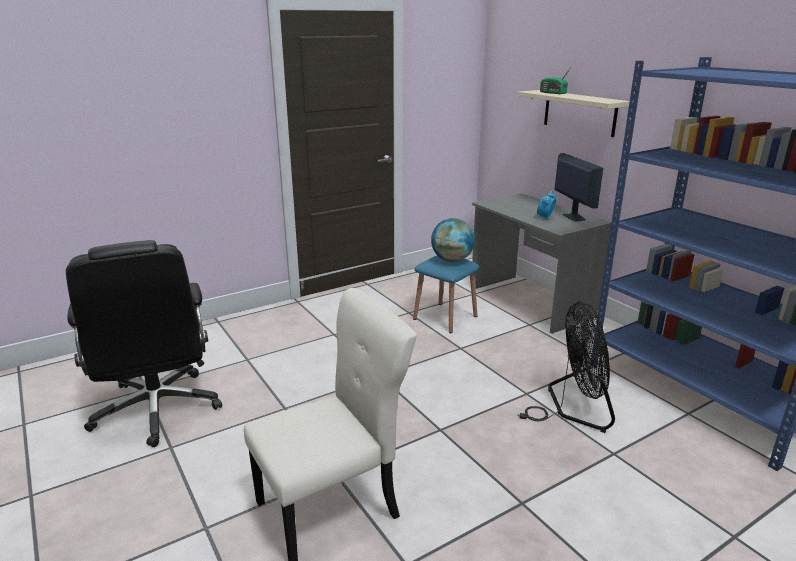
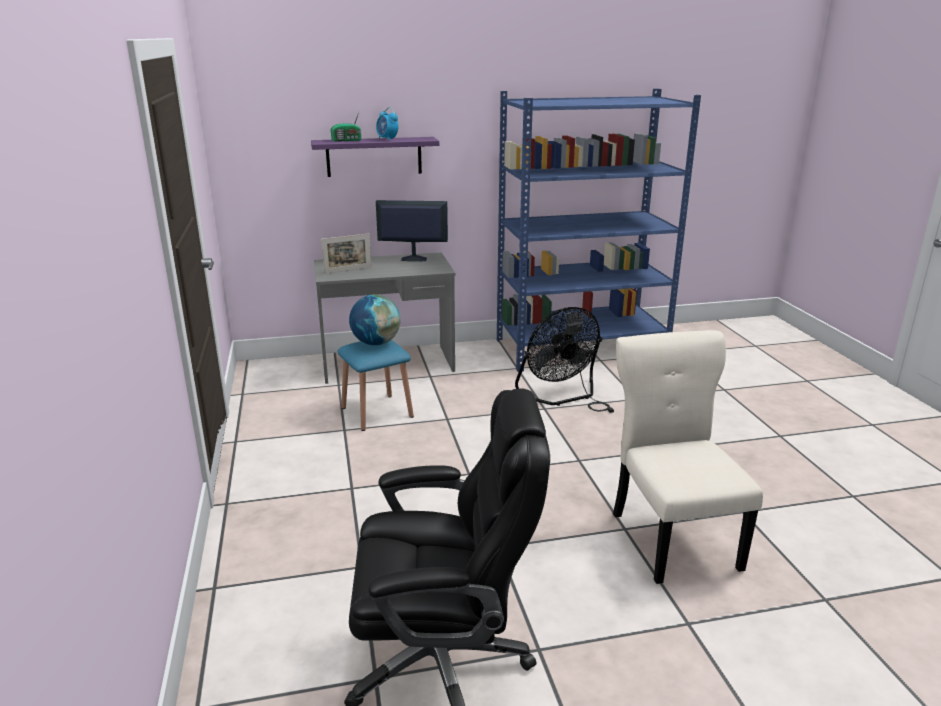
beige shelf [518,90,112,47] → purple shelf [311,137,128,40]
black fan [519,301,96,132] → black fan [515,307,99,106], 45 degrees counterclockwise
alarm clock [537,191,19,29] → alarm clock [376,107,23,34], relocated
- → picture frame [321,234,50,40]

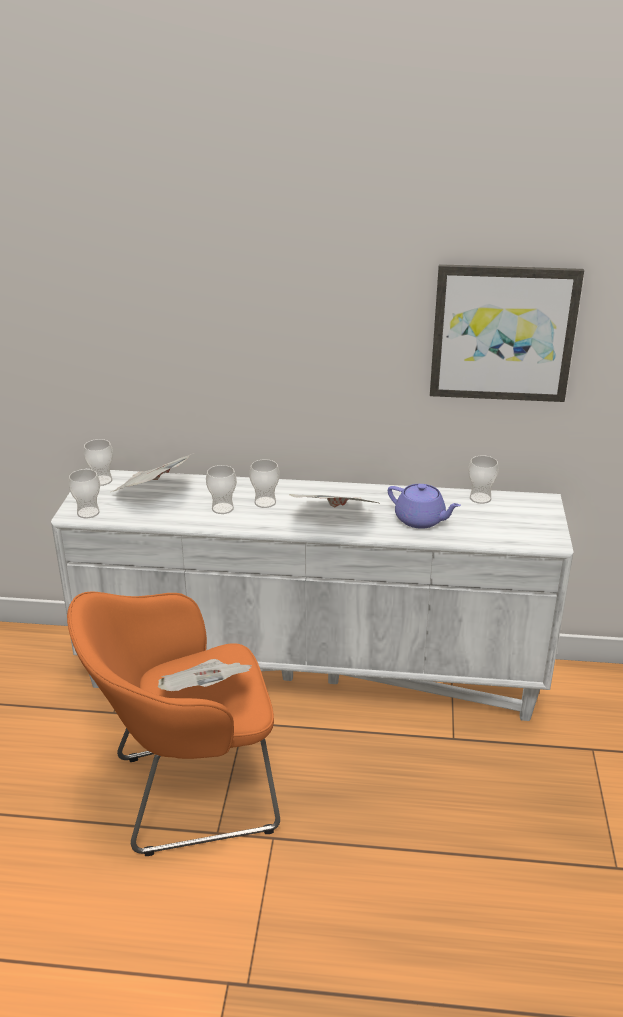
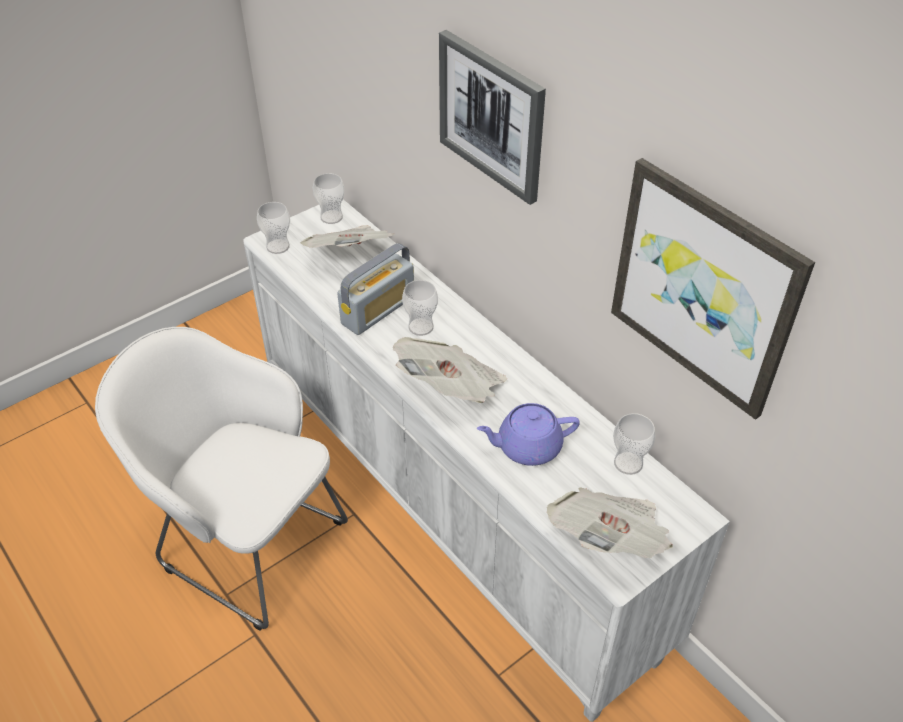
orange armchair [67,591,213,265] → white armchair [95,327,253,304]
newspaper [158,659,94,32] → newspaper [547,487,126,71], relocated
cup [206,465,31,49] → radio [337,243,77,92]
purple teapot [388,484,73,45] → purple teapot [477,403,103,63], 90 degrees clockwise
- → picture [439,30,107,175]

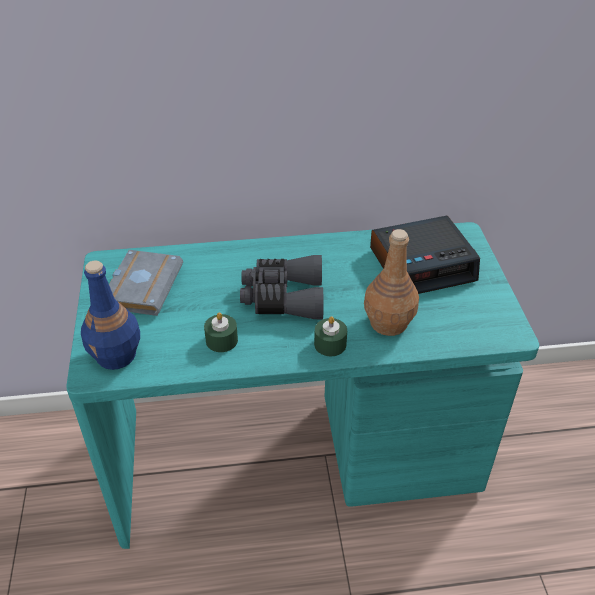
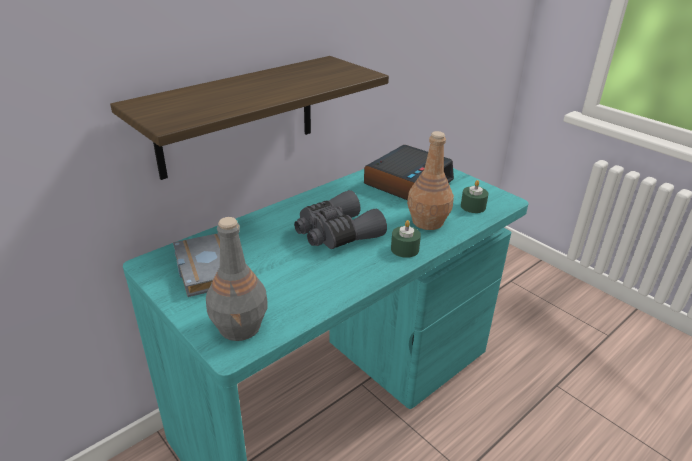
blue bottle [81,261,59,109] → grey bottle [206,217,62,124]
green candle [204,312,34,40] → green candle [461,180,28,33], relocated
- → shelf [110,56,279,124]

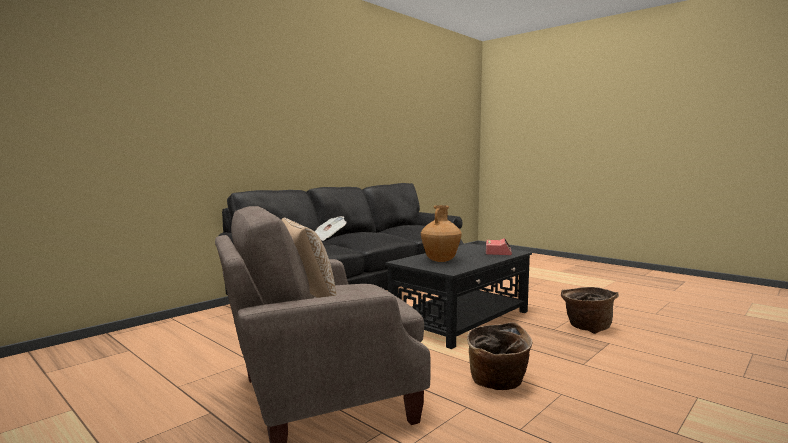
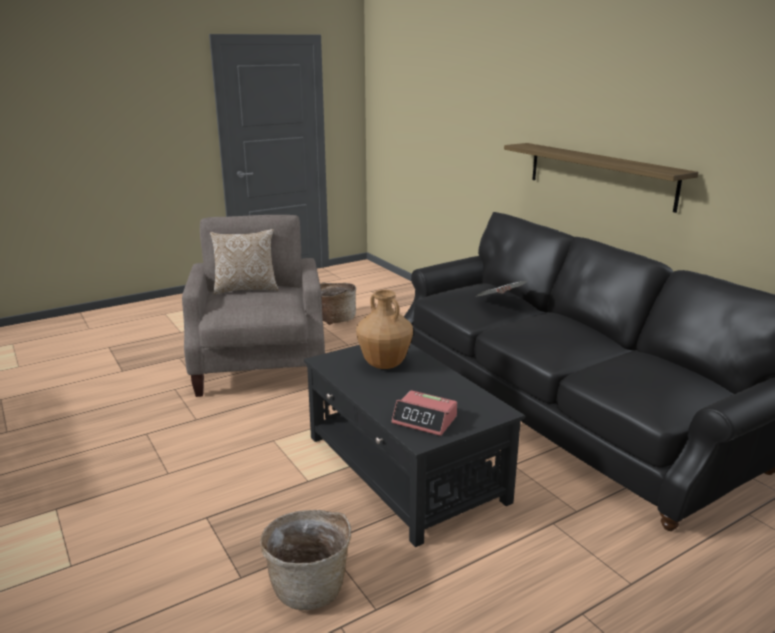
basket [467,322,65,68] → basket [320,283,36,42], relocated
- → shelf [504,143,194,70]

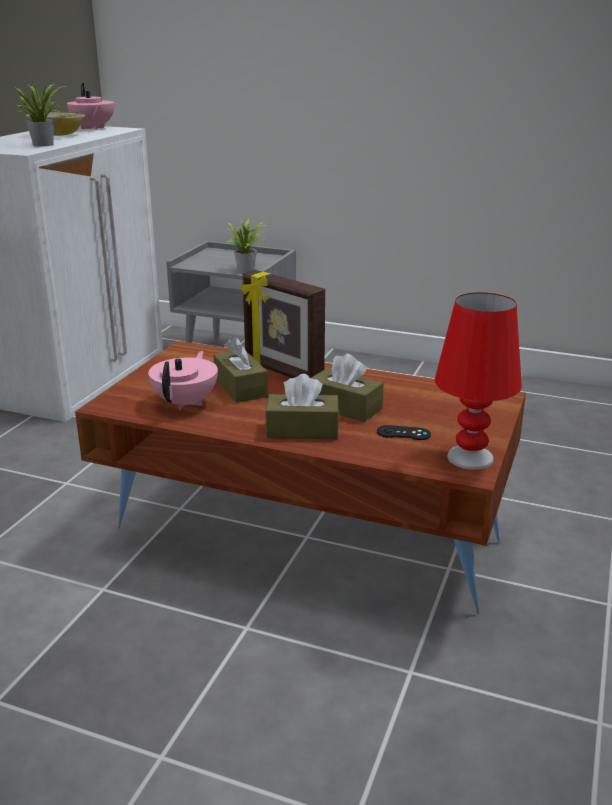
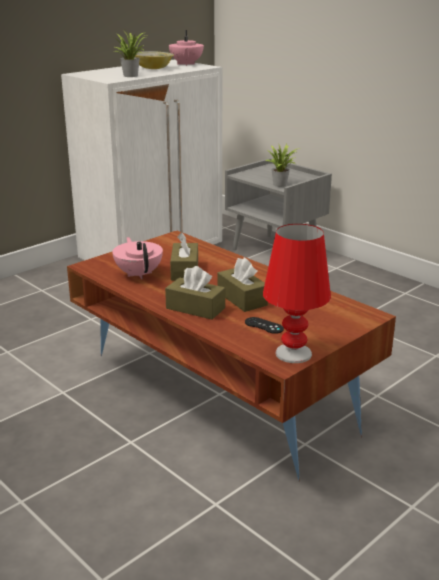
pink teapot [148,351,70,59] → pink teapot [112,237,51,42], 60 degrees counterclockwise
picture frame [241,270,84,108] → -

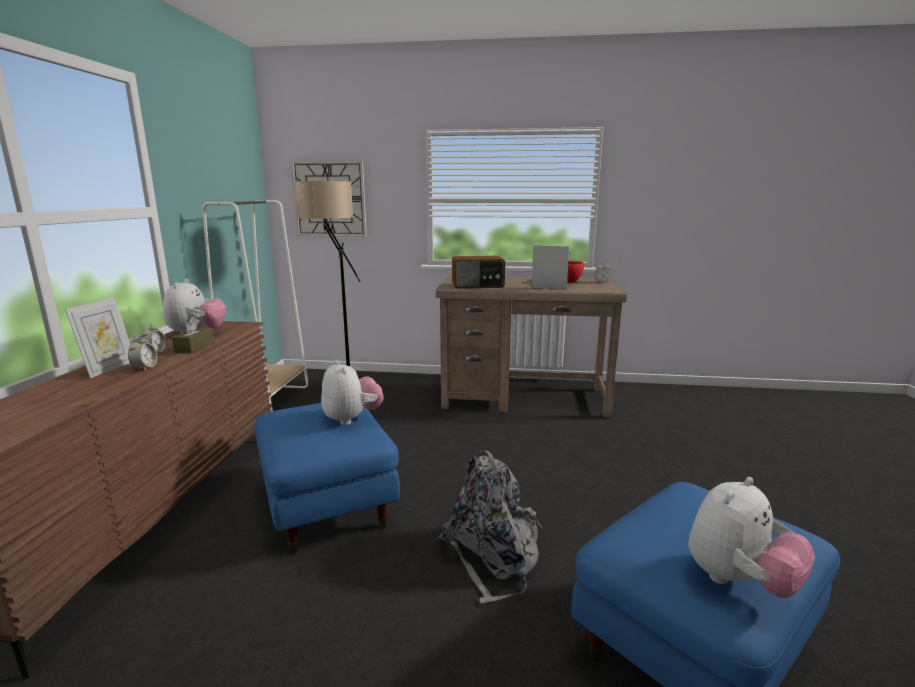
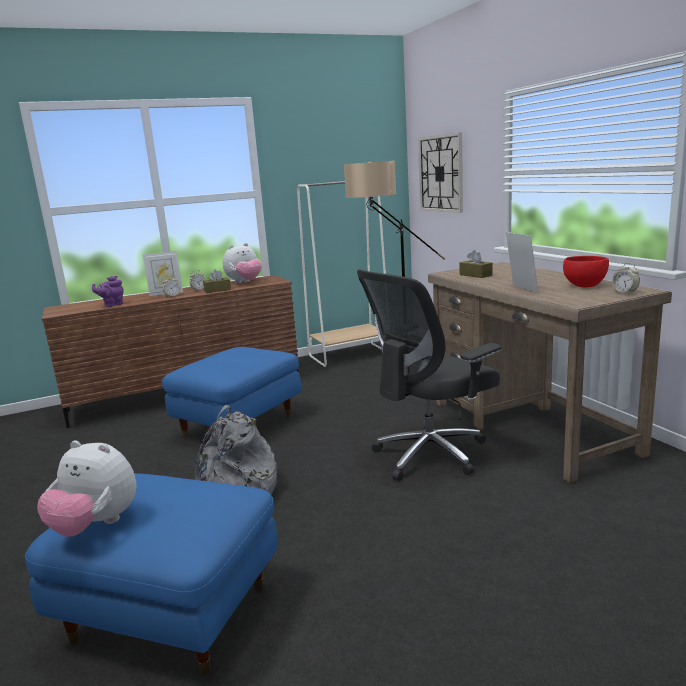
plush toy [321,360,63,65] → -
radio [452,256,53,33] → brown tissue box [460,250,33,28]
- → purple teapot [92,276,31,31]
- → office chair [357,269,145,212]

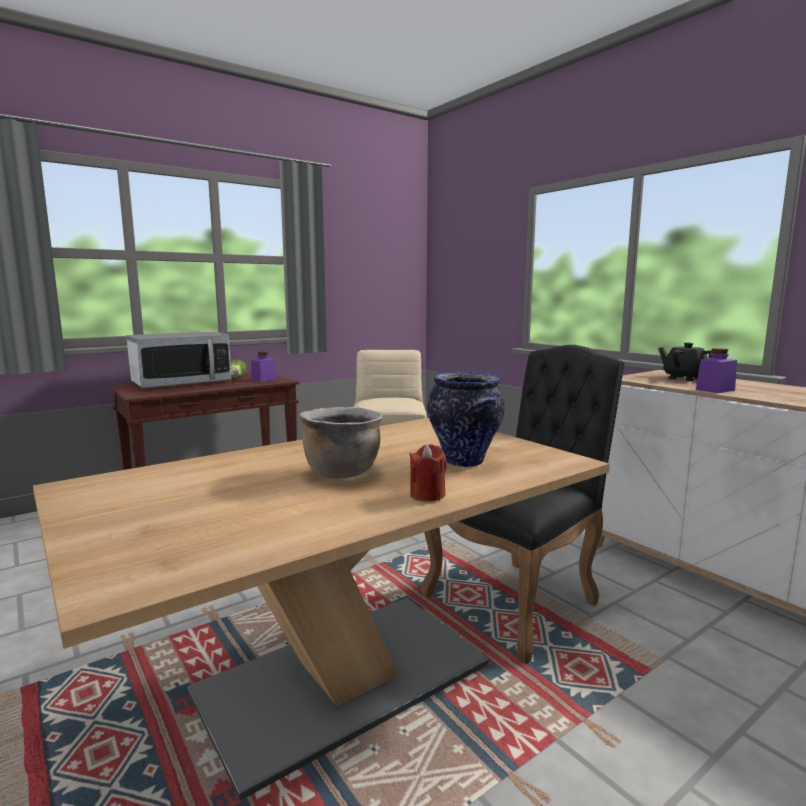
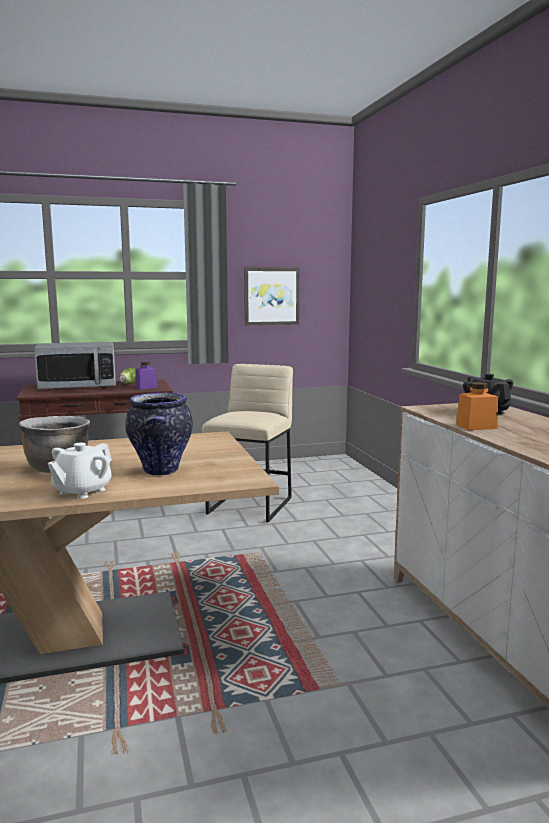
red candle [409,444,37,57] → white teapot [48,443,64,56]
black chair [421,345,204,319] → -
purple jar [696,348,41,45] → orange jar [456,382,42,48]
- → picture [244,267,56,58]

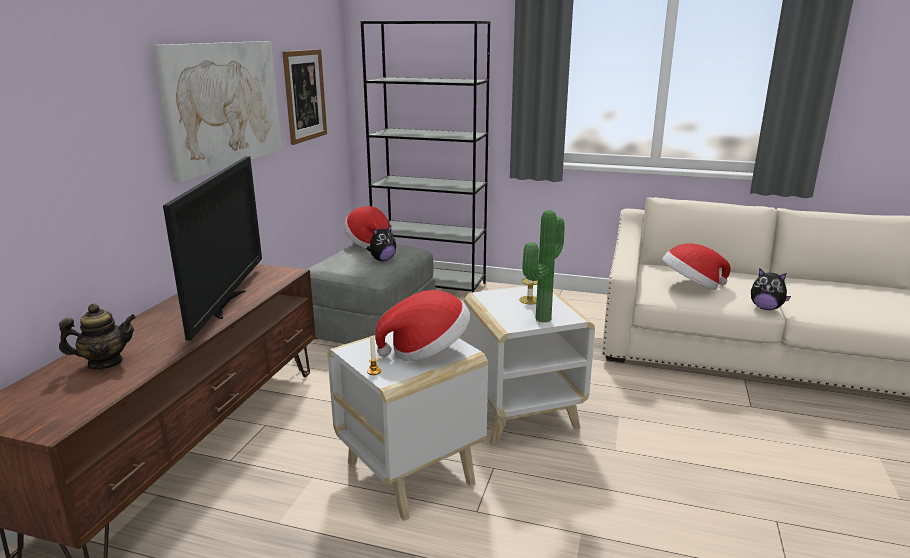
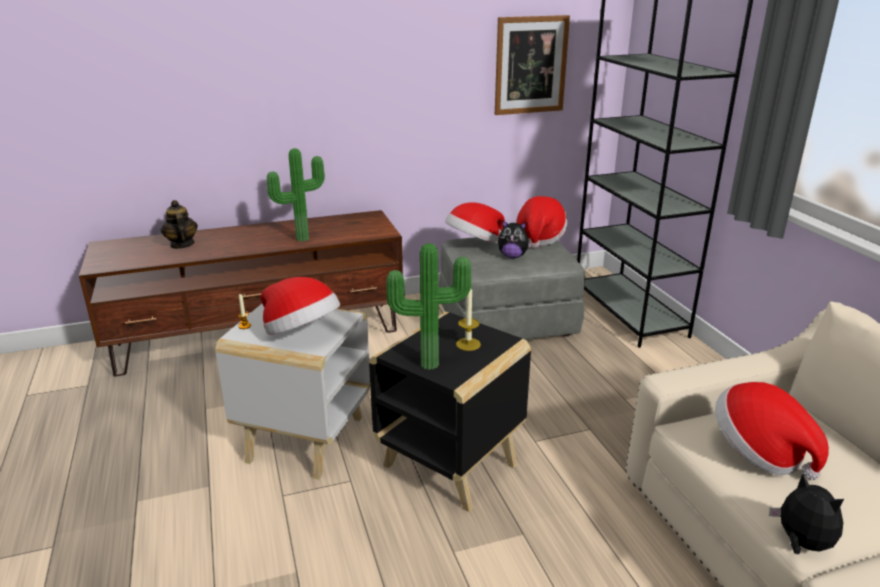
teapot [59,303,77,67] → teapot [161,200,37,49], 150 degrees counterclockwise
picture [151,41,131,141] → -
television [163,156,99,185] → potted plant [267,148,58,94]
white side table [464,285,131,161] → black side table [369,312,162,200]
plush toy [751,268,40,42] → plush toy [769,473,75,81], 150 degrees clockwise
- → hat [445,203,60,40]

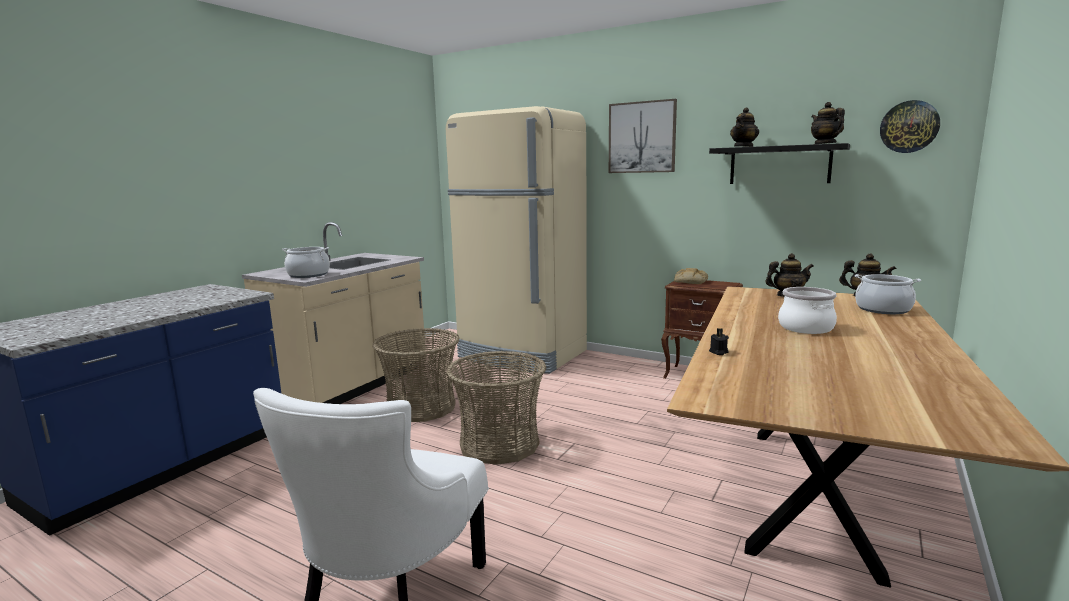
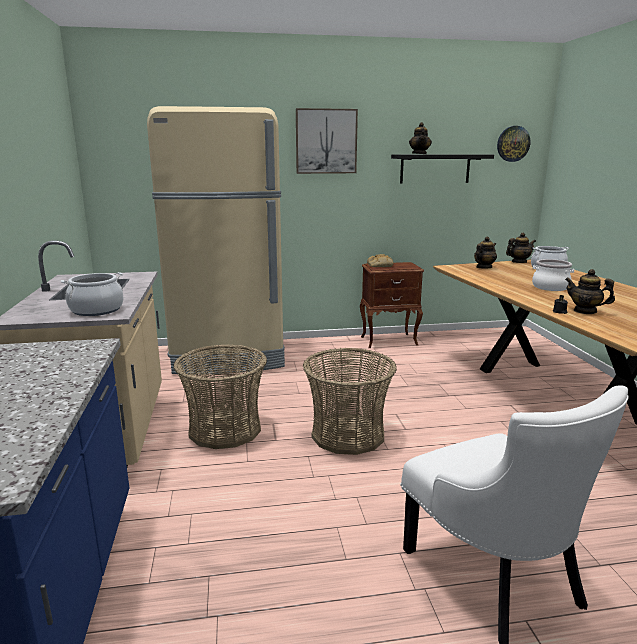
teapot [811,102,34,42] → teapot [565,269,50,45], relocated

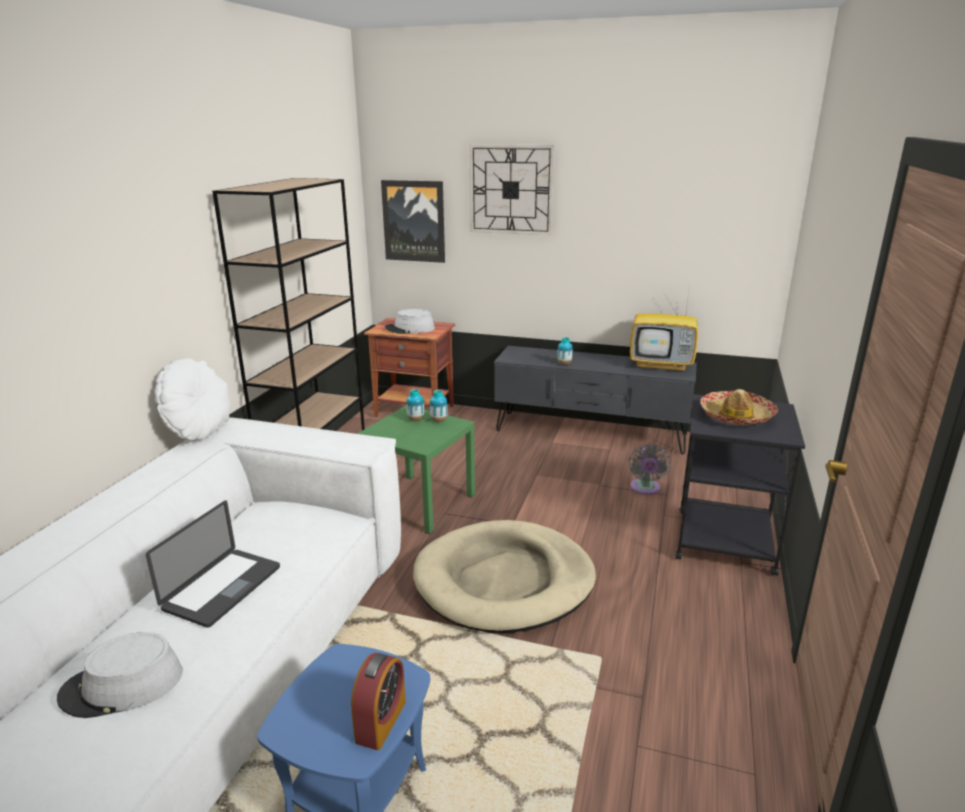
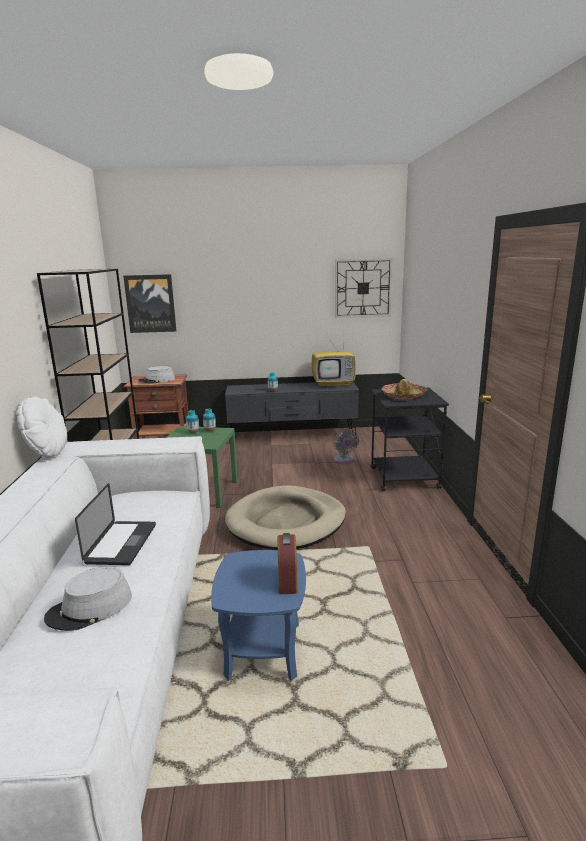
wall clock [469,144,85,91] → wall clock [335,258,58,60], relocated

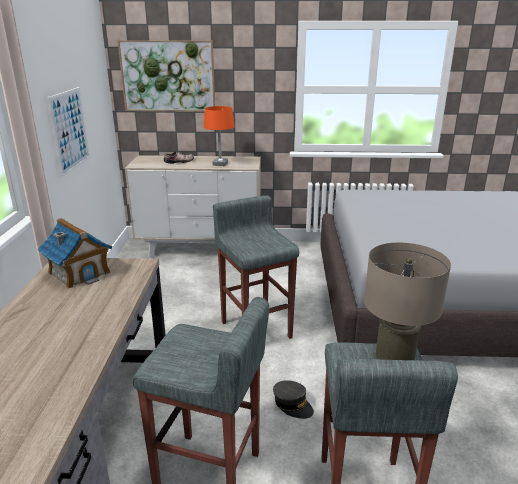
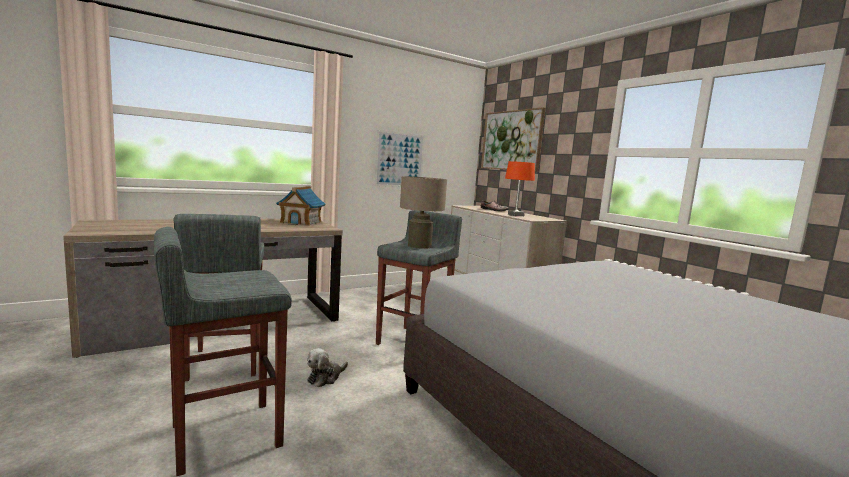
grey cap [273,380,41,39] → plush toy [307,348,41,39]
beige table lamp [364,243,87,117] → beige table lamp [400,176,47,73], relocated

